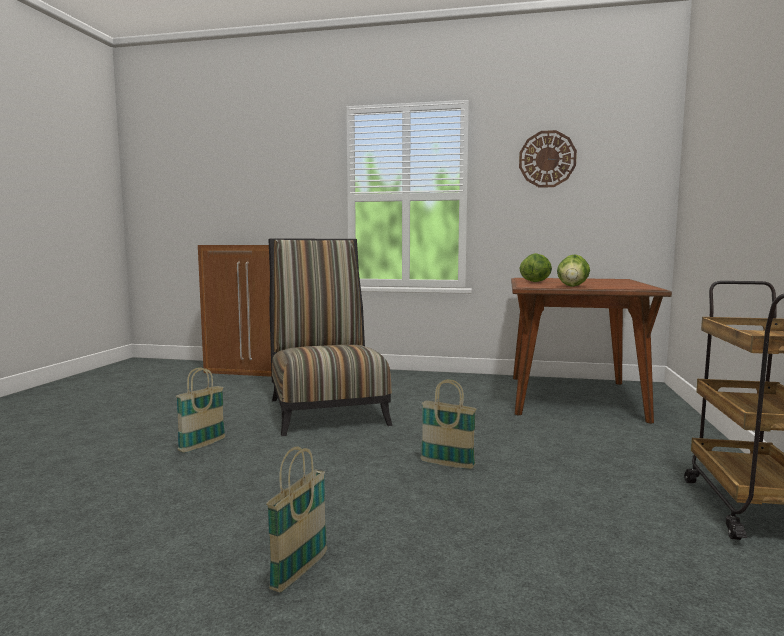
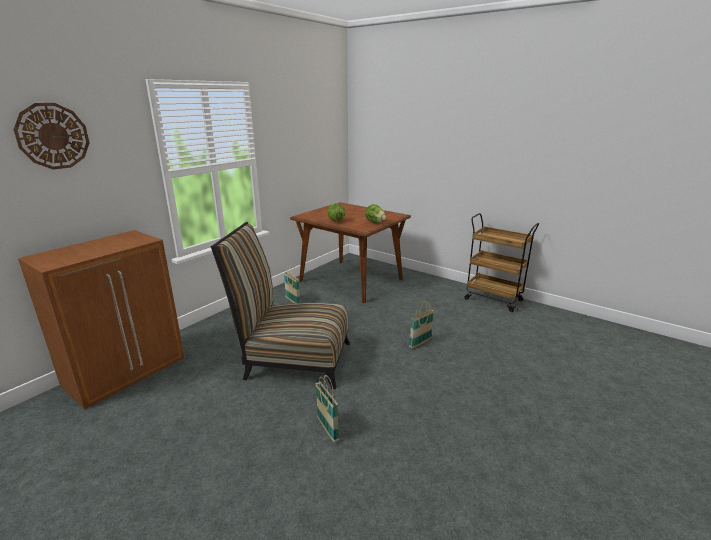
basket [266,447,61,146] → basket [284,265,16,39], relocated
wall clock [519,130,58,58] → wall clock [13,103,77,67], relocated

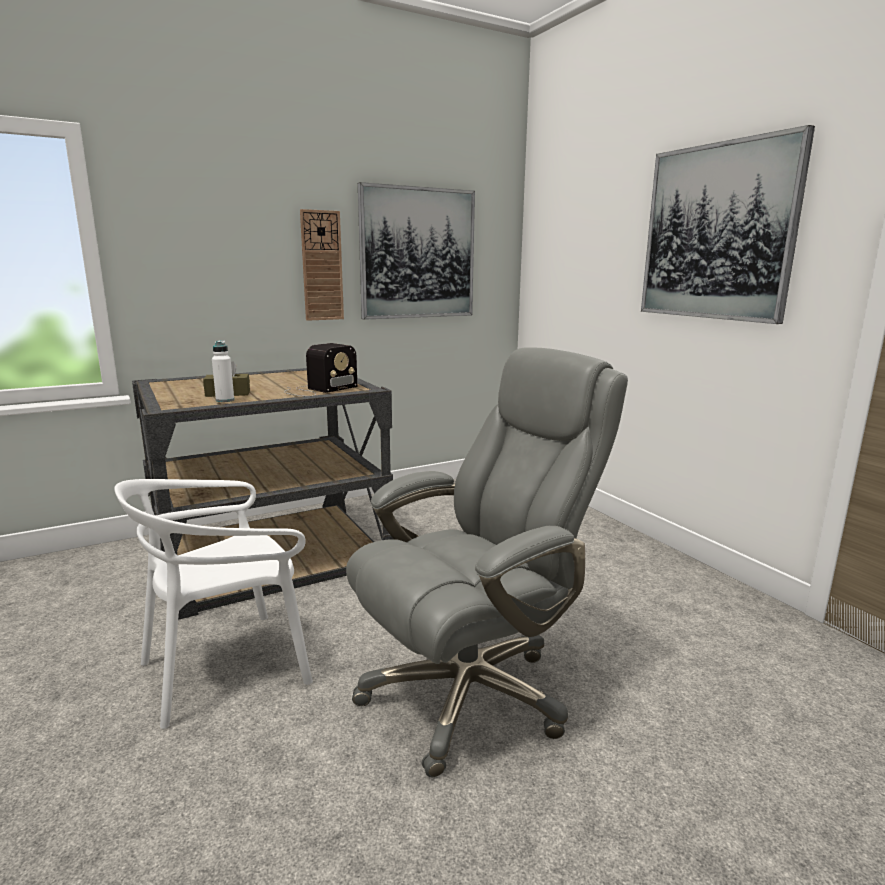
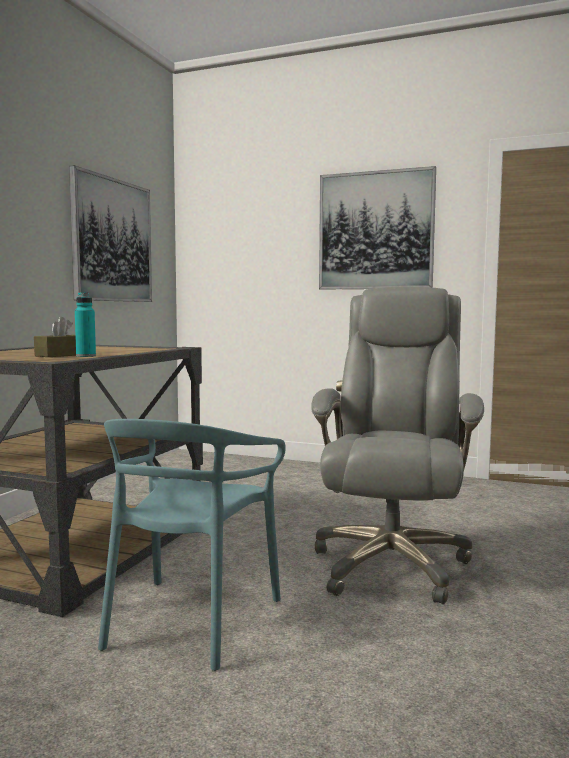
white chair [114,479,199,250] → turquoise chair [98,419,188,252]
white bottle [212,340,22,62] → turquoise bottle [75,292,21,65]
radio [284,343,73,53] → -
wall clock [300,209,44,112] → -

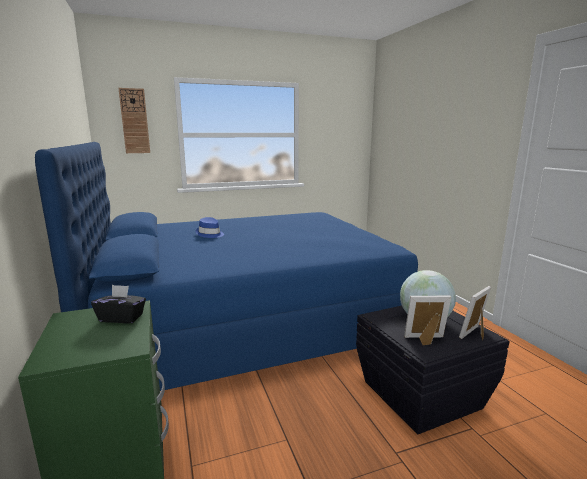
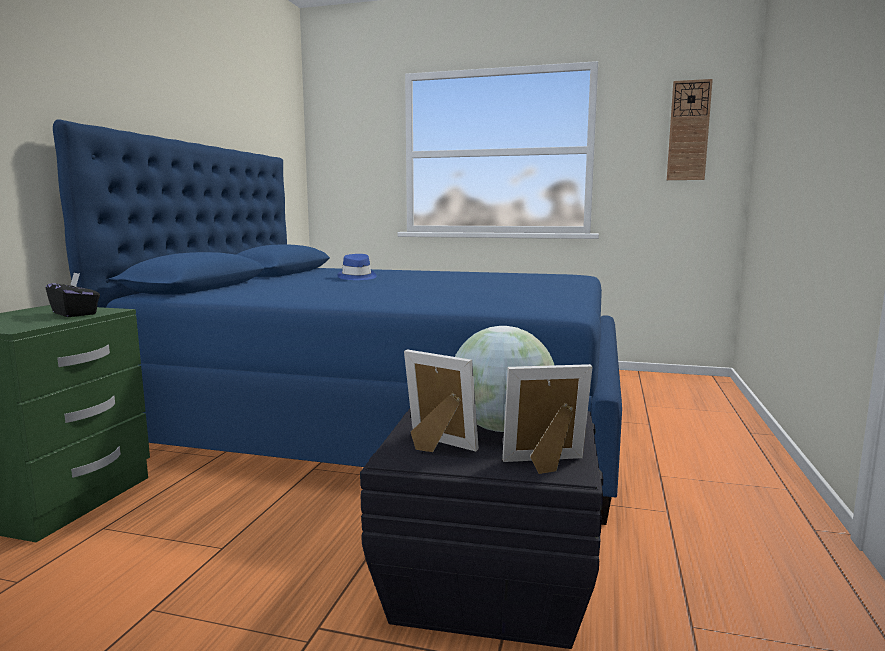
wall clock [118,88,32,65] → wall clock [667,79,46,101], relocated

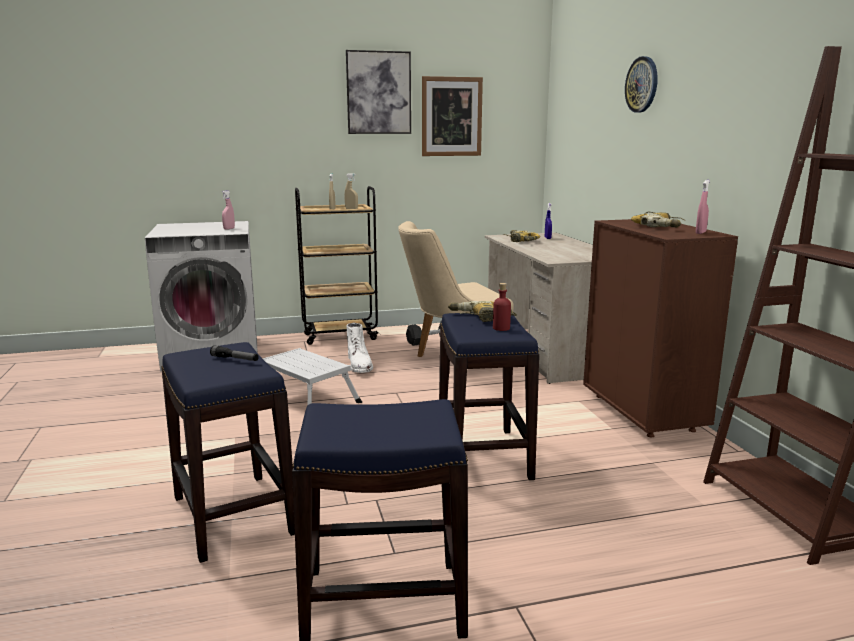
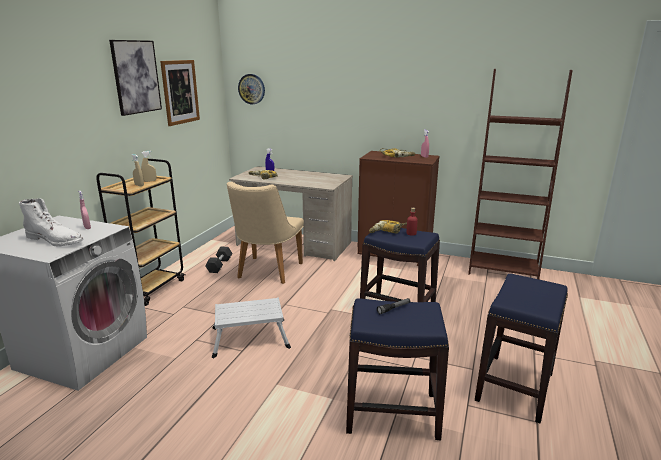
white boot [346,323,27,50] → white boot [19,198,64,49], relocated
wall clock [625,56,33,57] → wall clock [238,74,27,30], relocated

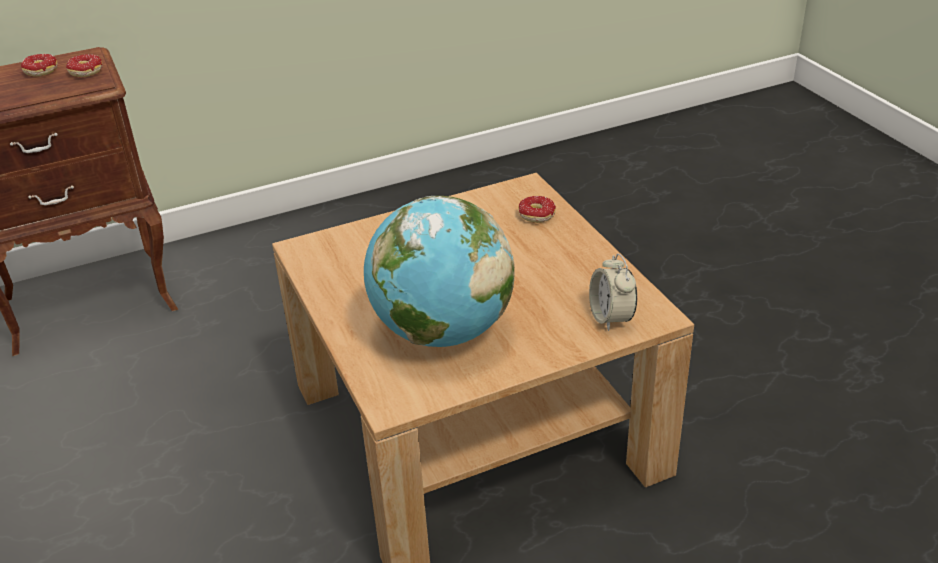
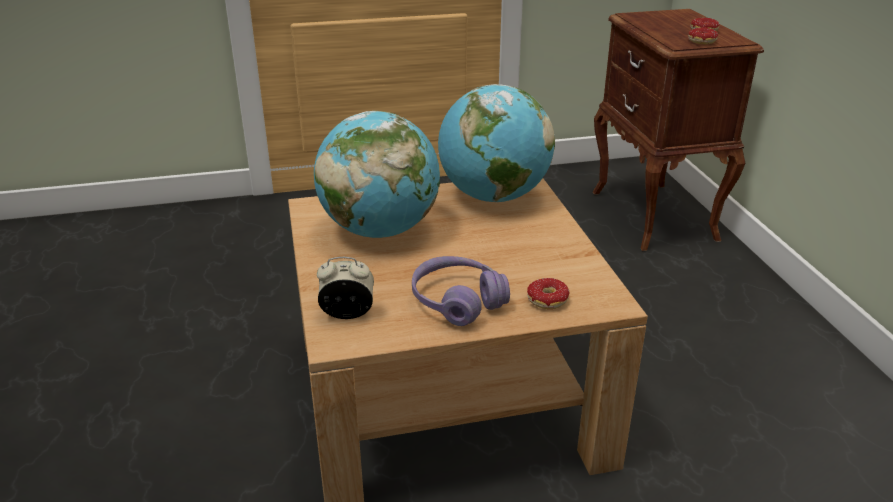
- → purple headphones [412,256,98,70]
- → globe [438,84,117,118]

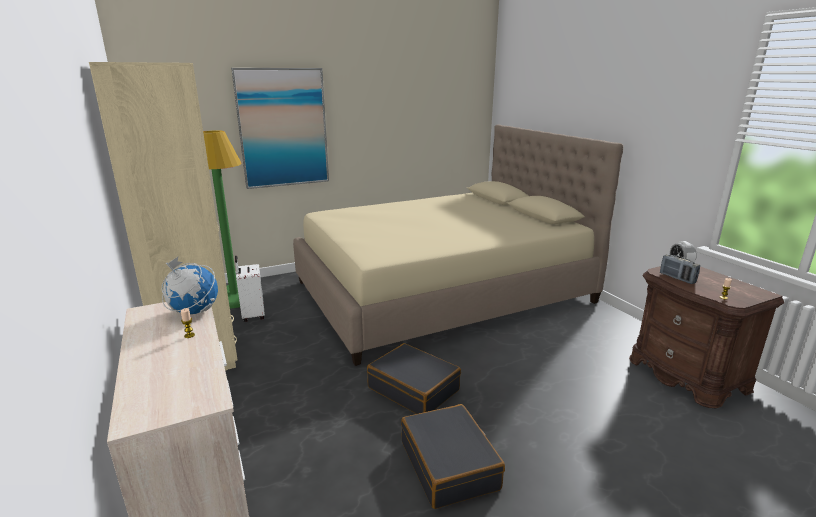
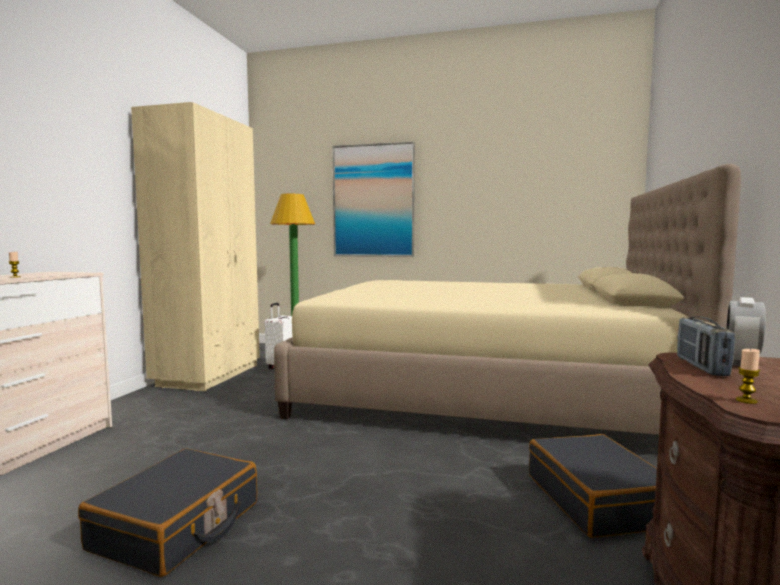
globe [161,257,57,57] → -
black suitcase [367,343,94,71] → black suitcase [529,434,128,104], relocated

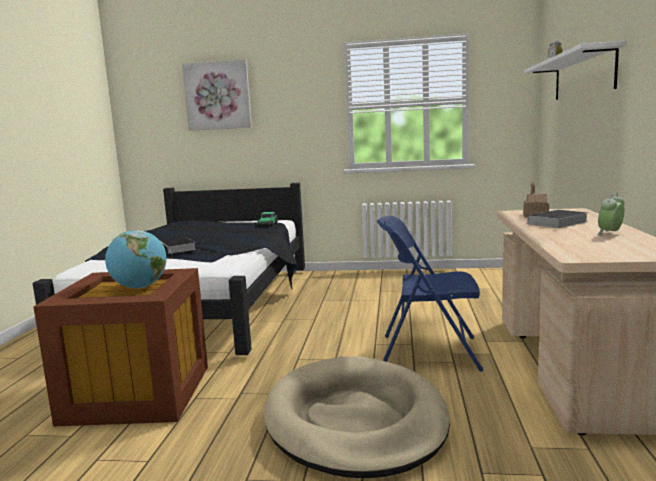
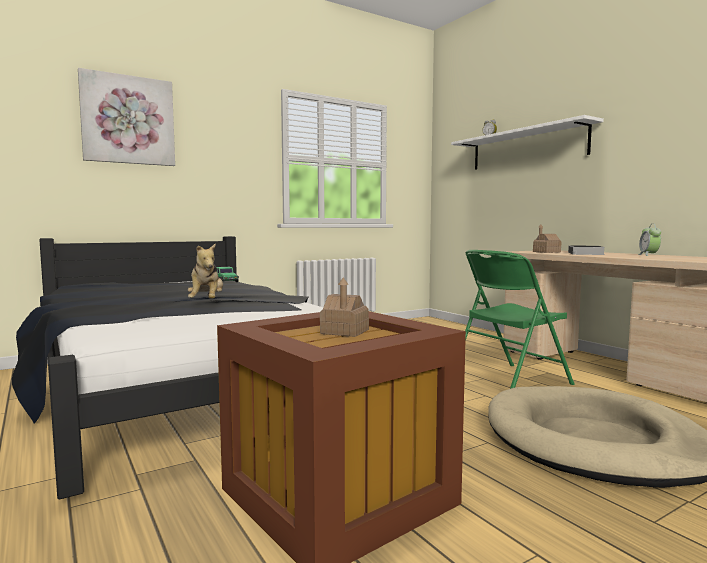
globe [105,230,62,59] → toy house [320,278,49,59]
book [161,237,35,18] → plush toy [188,243,35,55]
blue chair [377,216,106,156] → green chair [465,250,110,139]

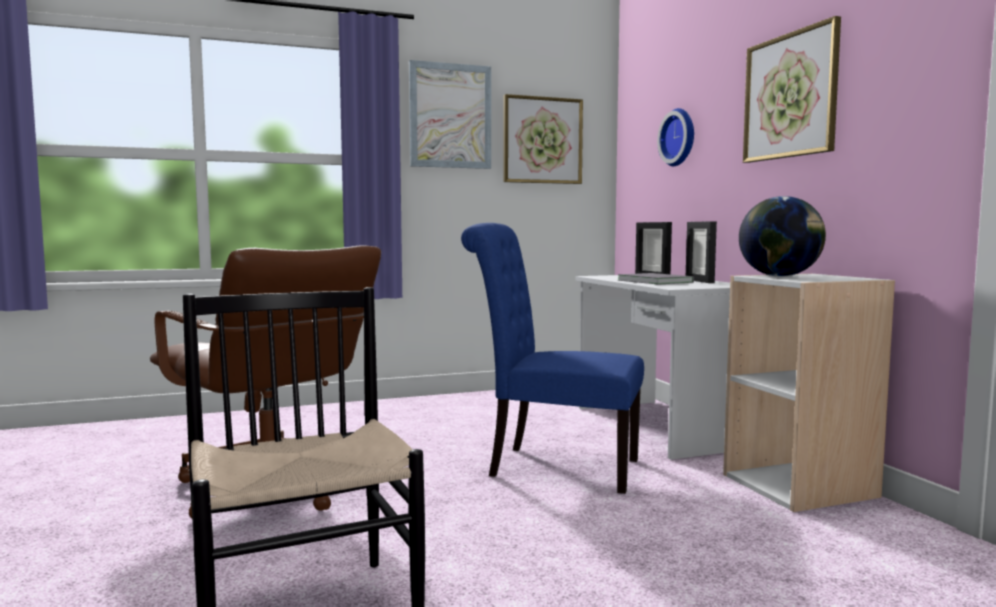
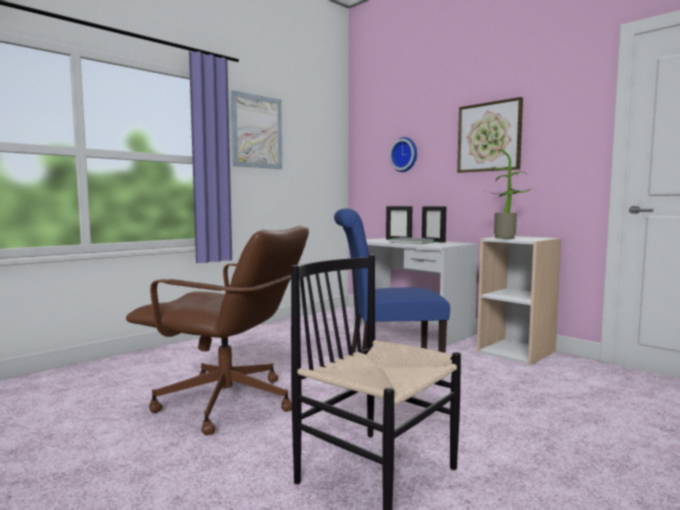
picture [503,94,80,90] → -
globe [739,196,87,81] → potted plant [483,149,47,90]

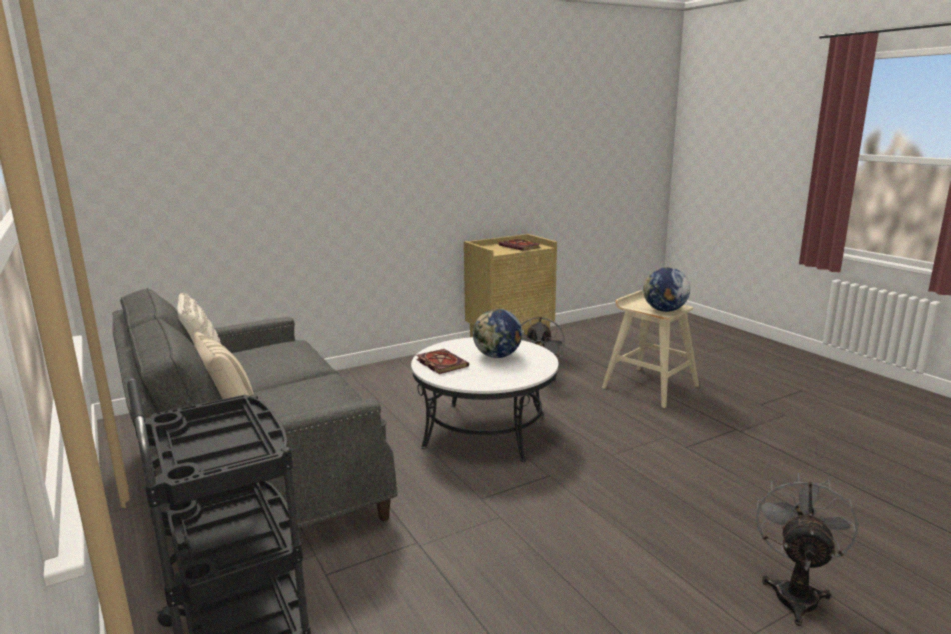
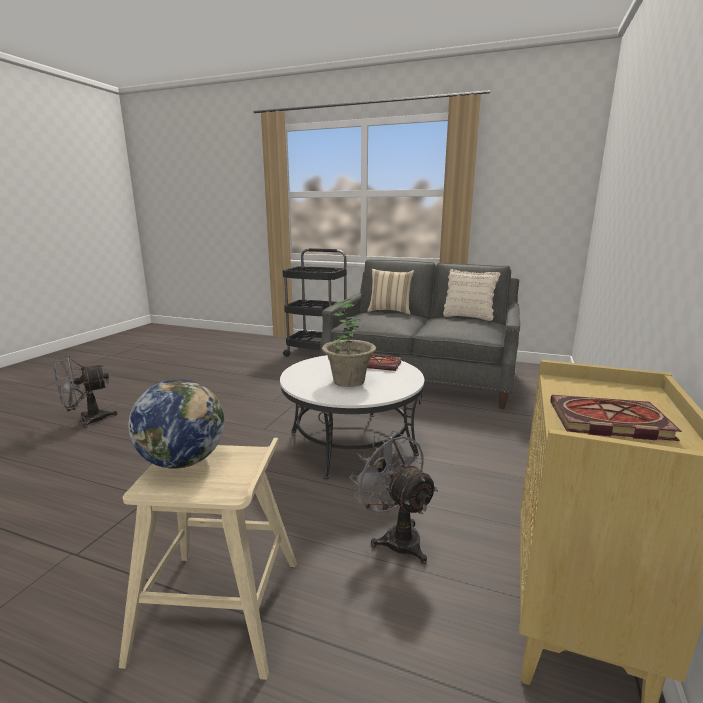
globe [473,309,49,49] → potted plant [322,298,54,89]
grey fan [756,473,102,153] → grey fan [53,355,65,74], 75 degrees clockwise

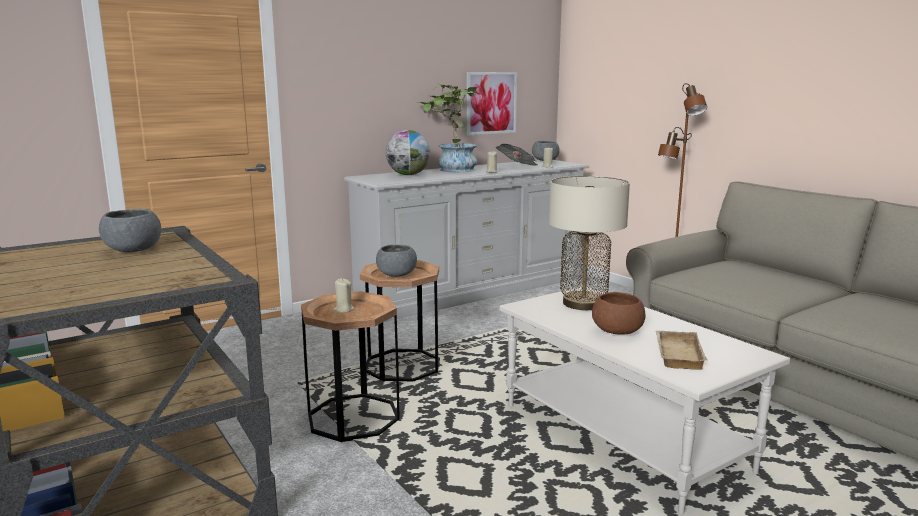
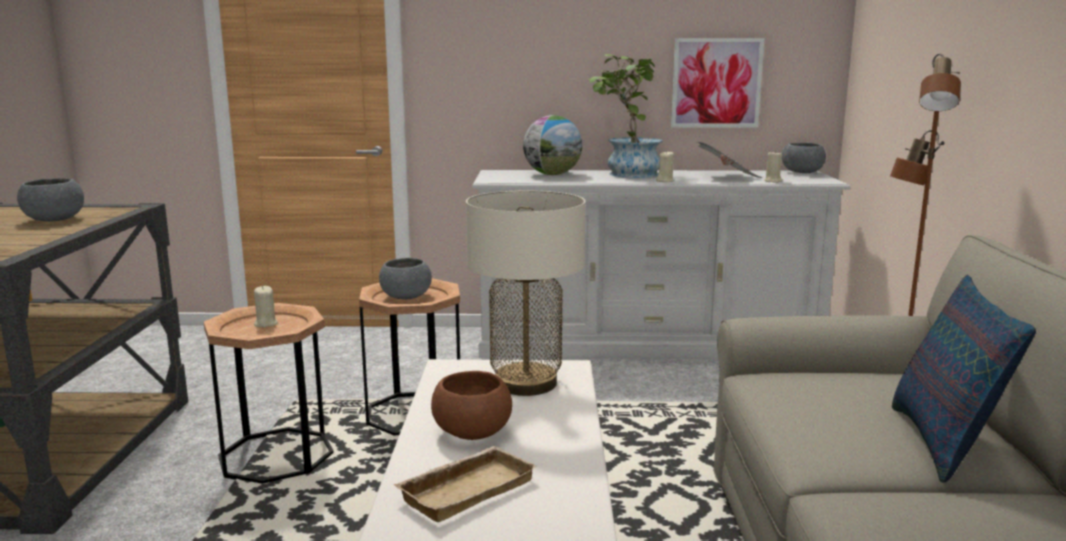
- → blue pillow [892,275,144,208]

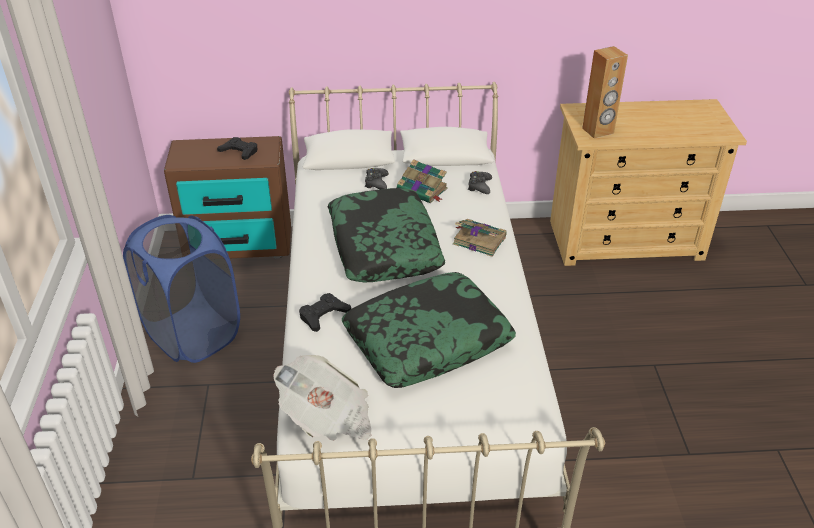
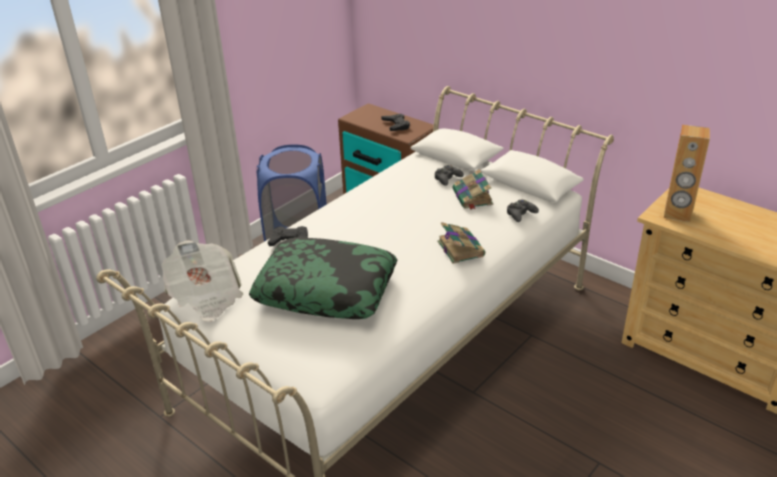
pillow [328,188,117,94] → -

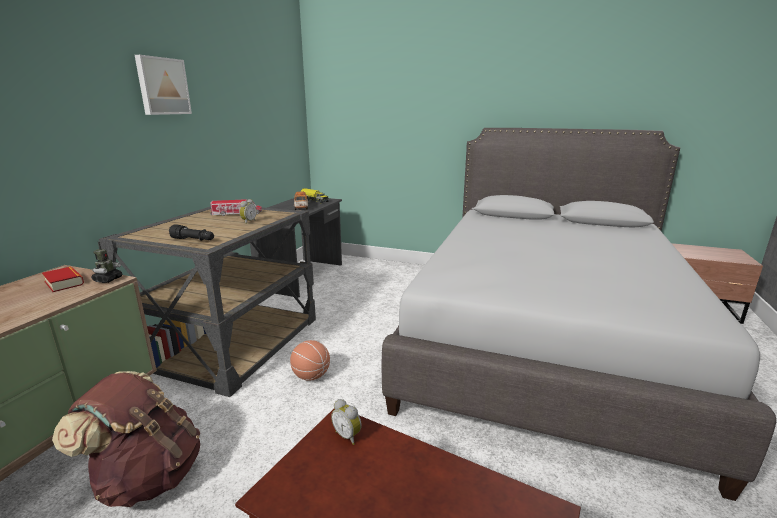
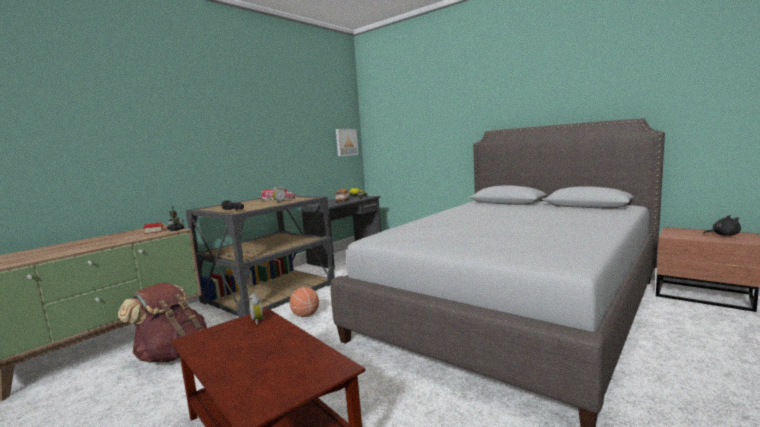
picture [135,55,57,60] → picture [336,129,22,27], relocated
- → black plush toy [703,215,38,21]

